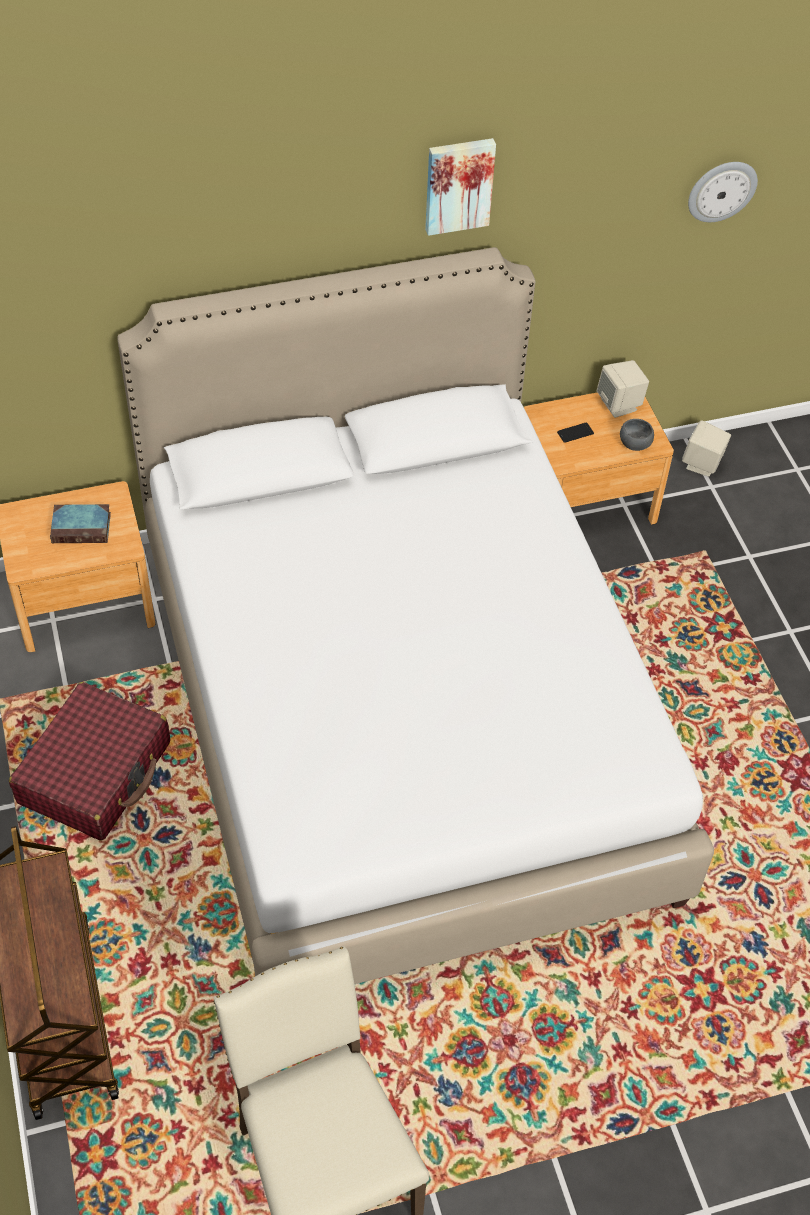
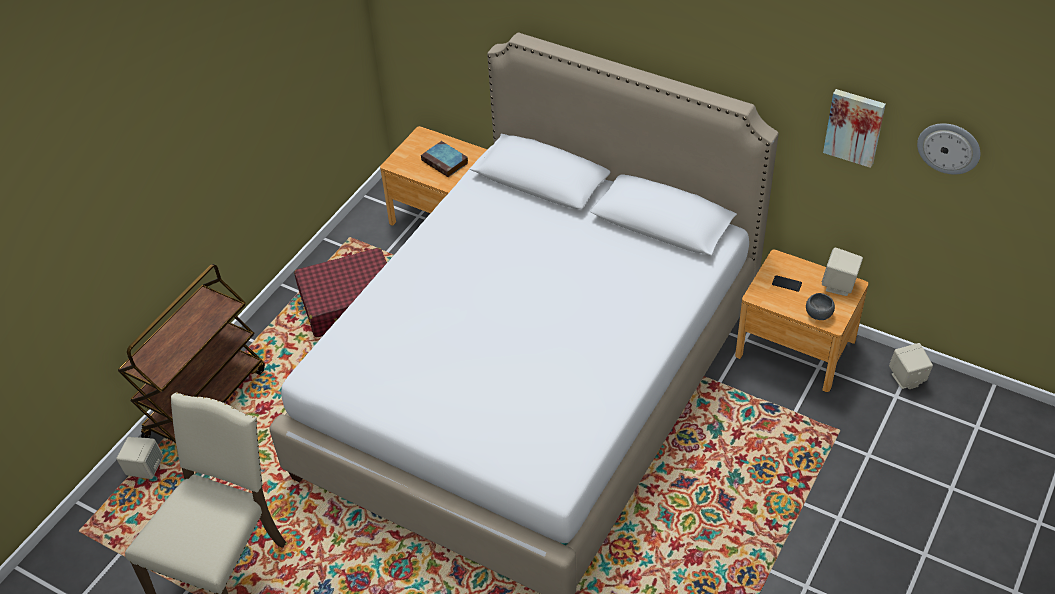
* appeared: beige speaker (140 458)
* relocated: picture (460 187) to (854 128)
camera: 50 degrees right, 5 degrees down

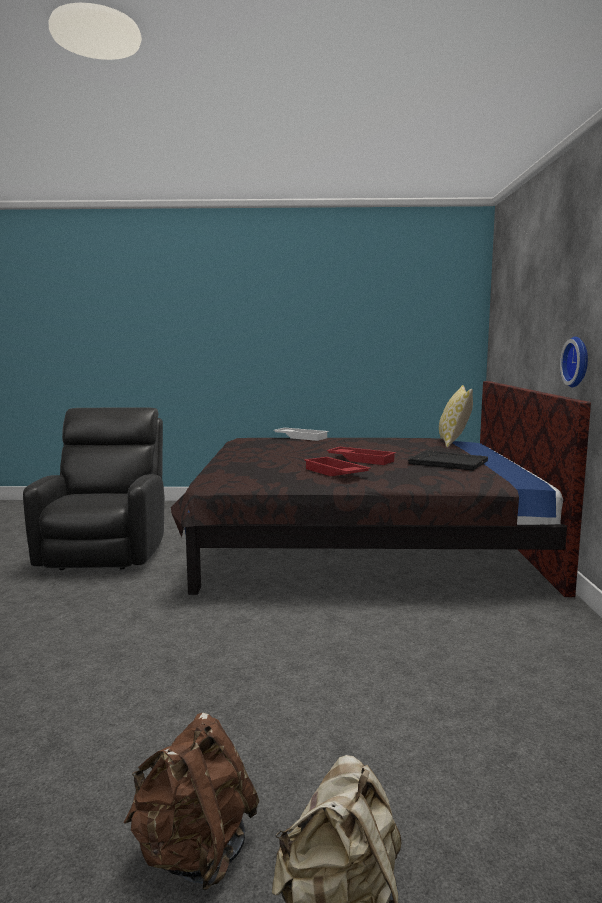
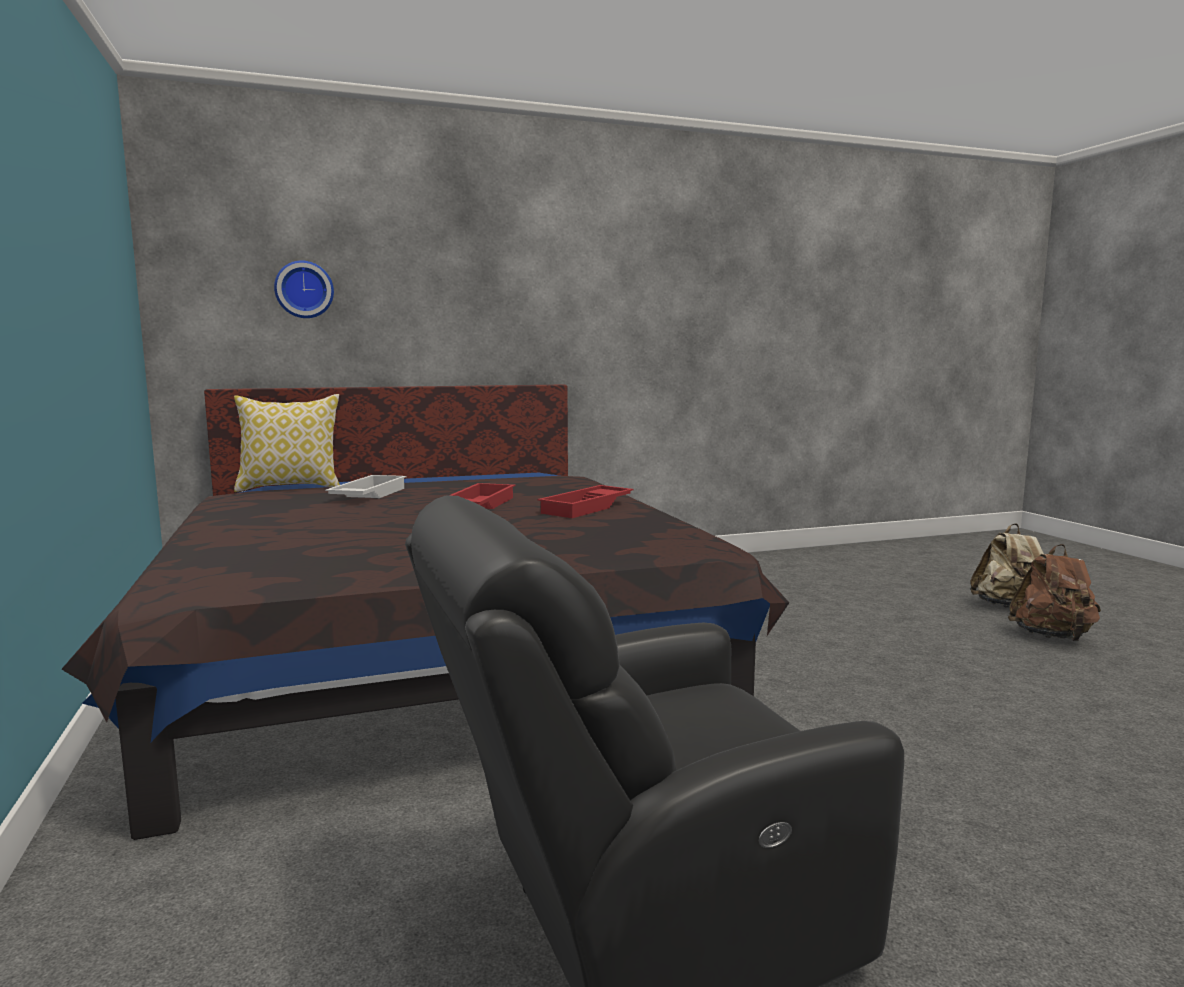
* relocated: wall clock (574 362) to (304 289)
* relocated: white tray (301 434) to (365 486)
* missing: black tray (448 460)
camera: 110 degrees left, 0 degrees up

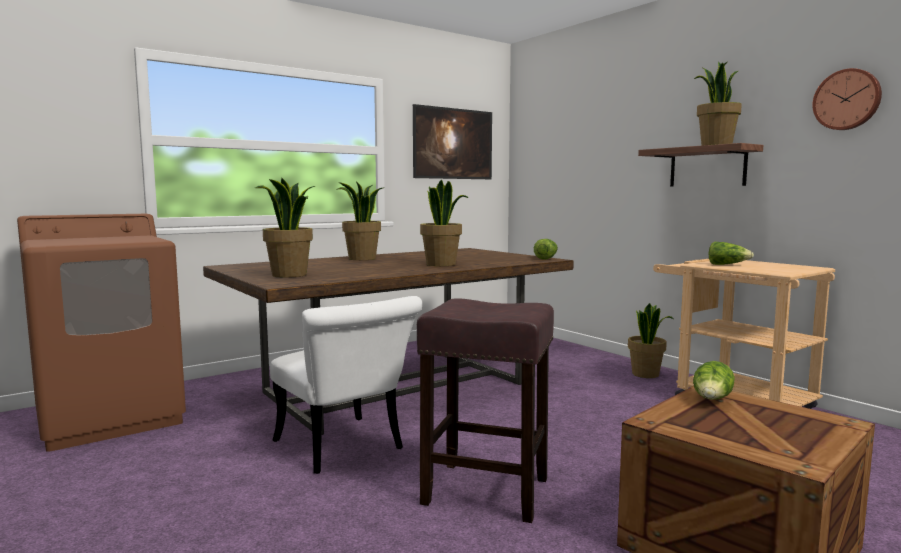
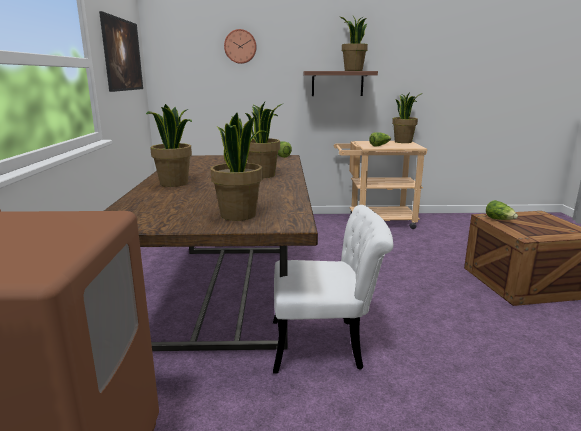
* relocated: wall clock (847 99) to (240 46)
* relocated: potted plant (651 340) to (407 117)
* missing: brown stool (485 410)
camera: 55 degrees left, 10 degrees up

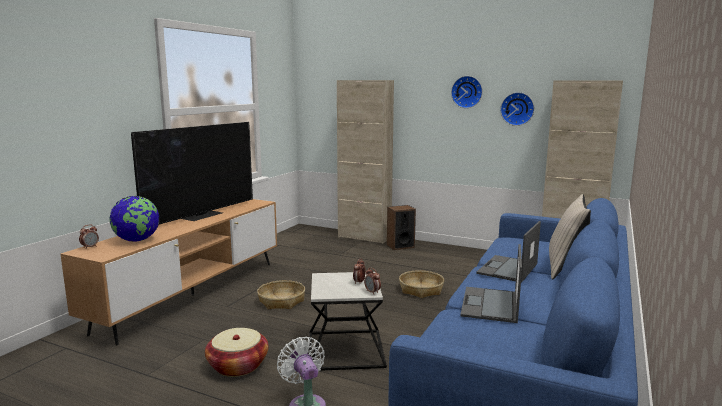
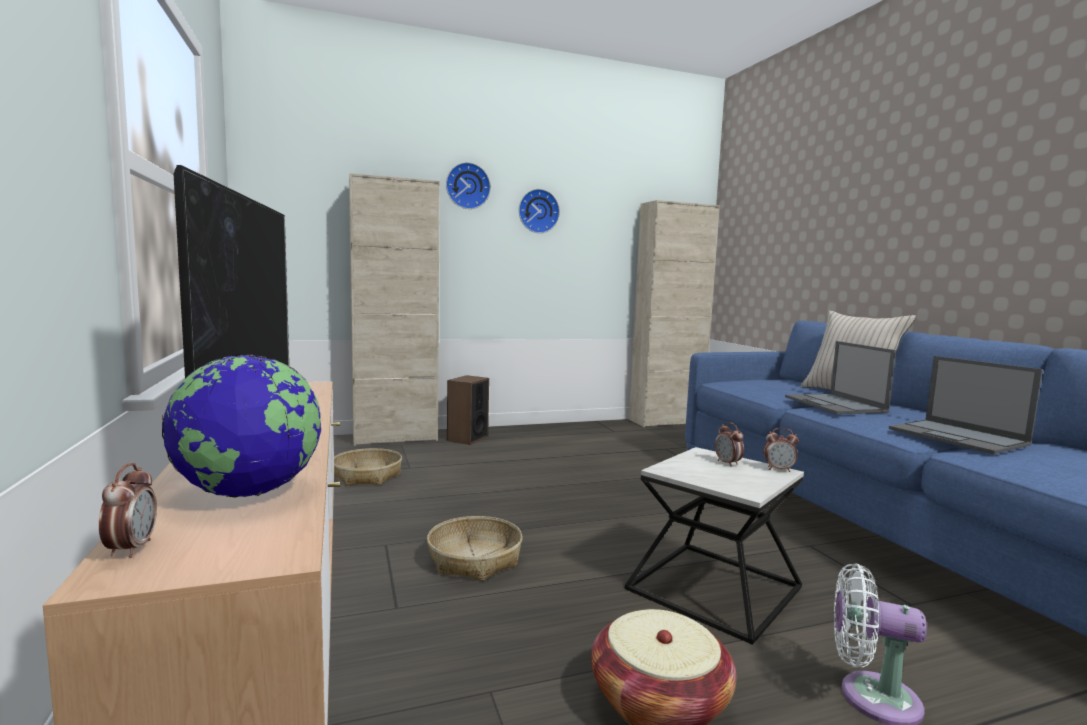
* relocated: basket (421 284) to (368 467)
* relocated: wall clock (517 109) to (468 185)
camera: 45 degrees left, 5 degrees down

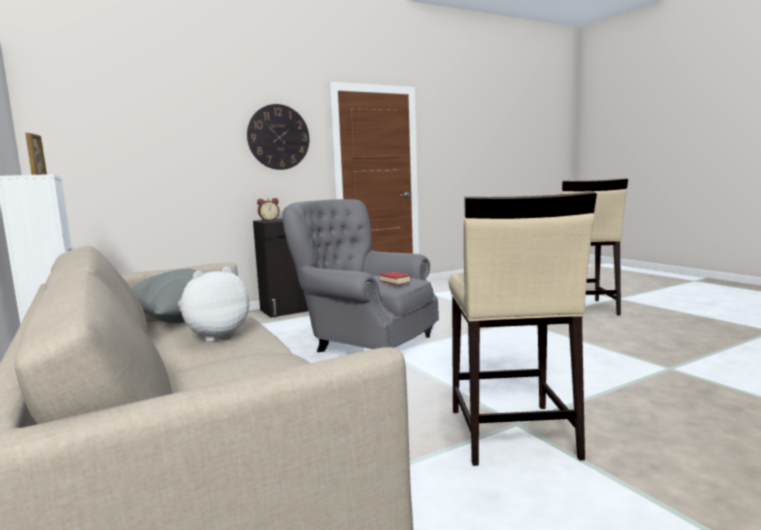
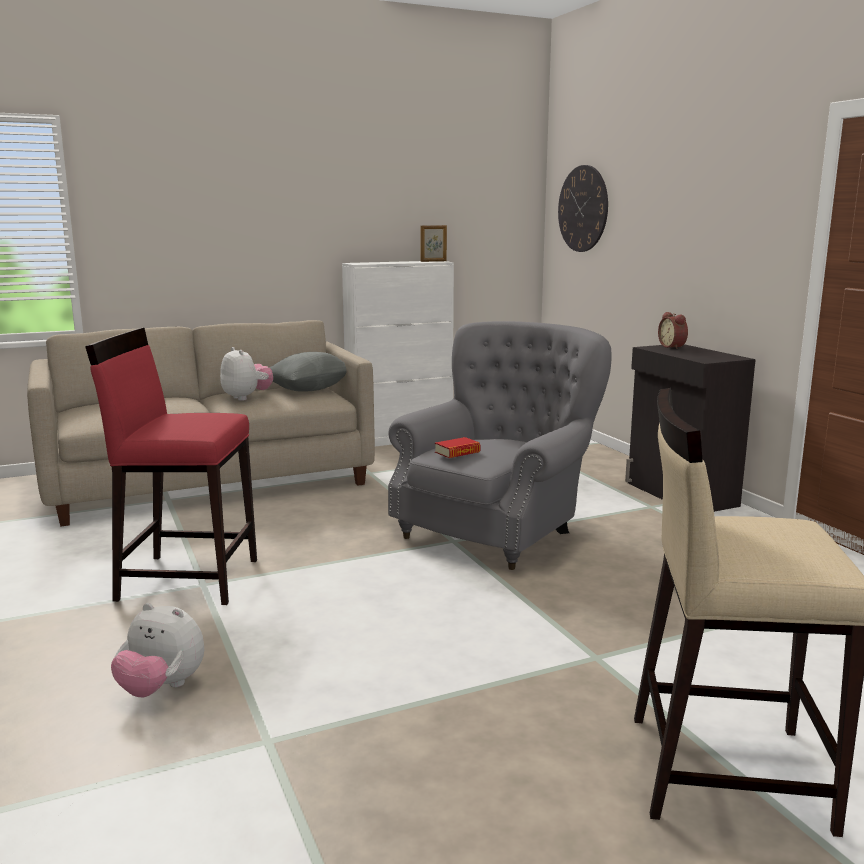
* colour: beige stool (523 329) to red stool (171 466)
* appeared: plush toy (157 650)
* relocated: wall clock (278 137) to (583 208)
camera: 95 degrees right, 5 degrees up

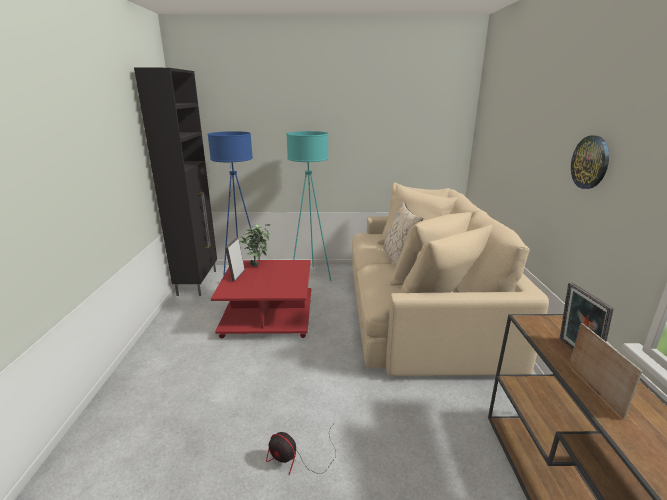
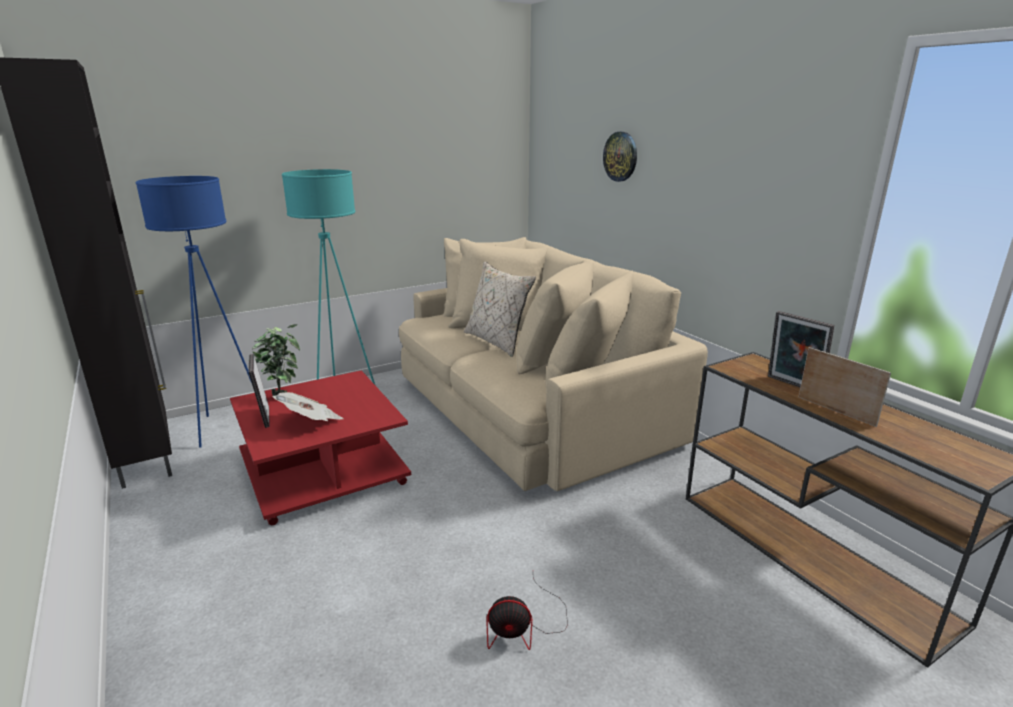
* appeared: newspaper (308 406)
* relocated: wall clock (590 162) to (620 157)
camera: 30 degrees left, 0 degrees up

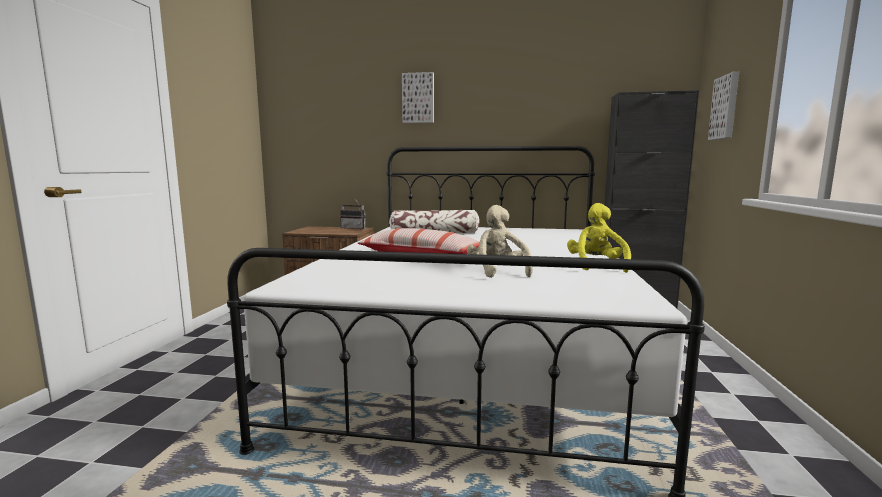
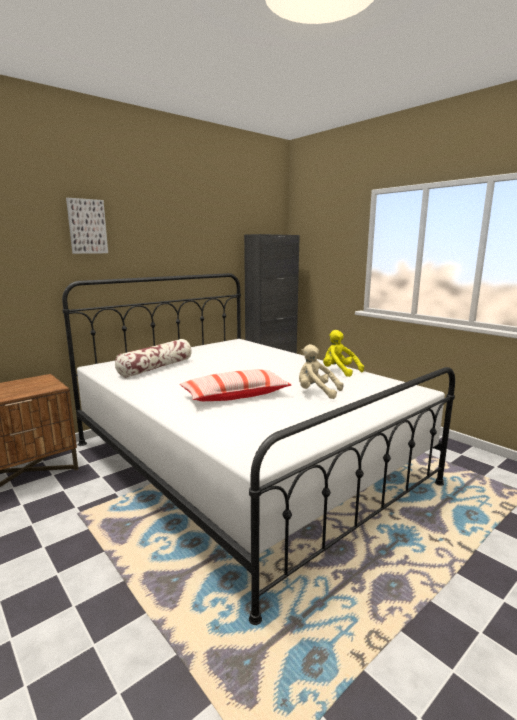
* missing: radio (353 213)
* missing: picture (723 106)
camera: 50 degrees left, 5 degrees up

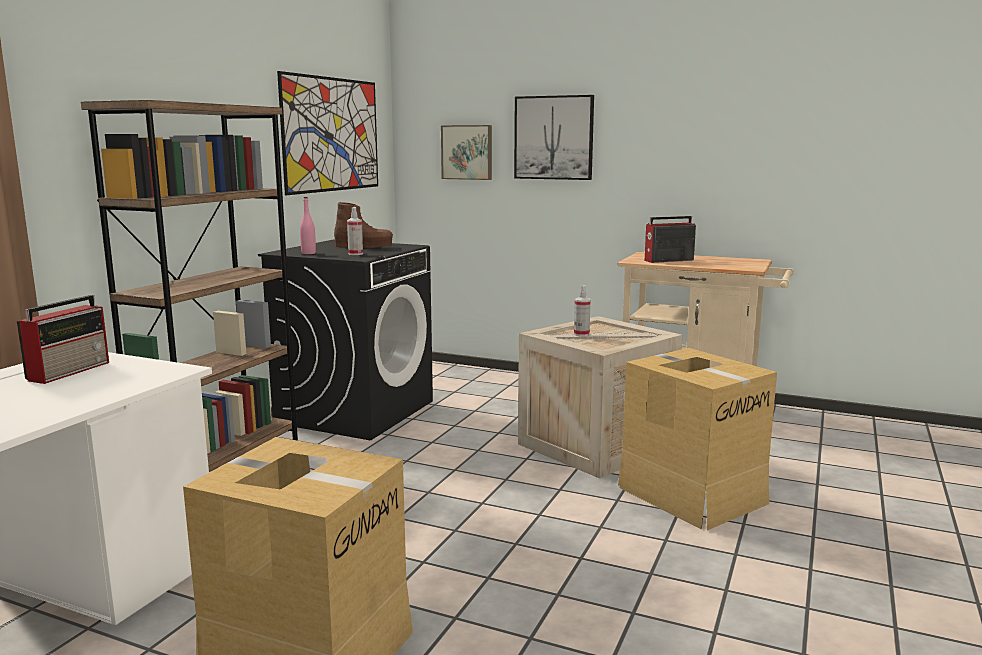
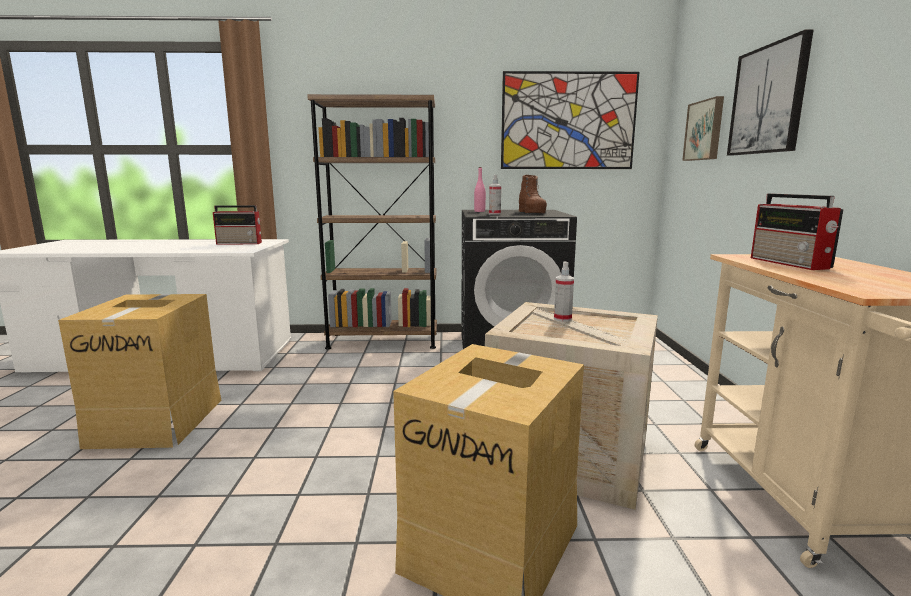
* spun: radio (670 239) = (797 231) 150 degrees counterclockwise
camera: 65 degrees right, 0 degrees up

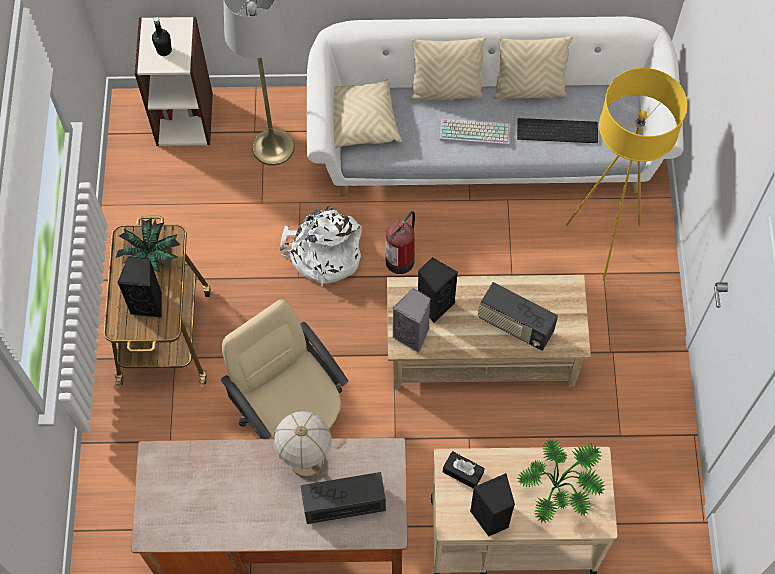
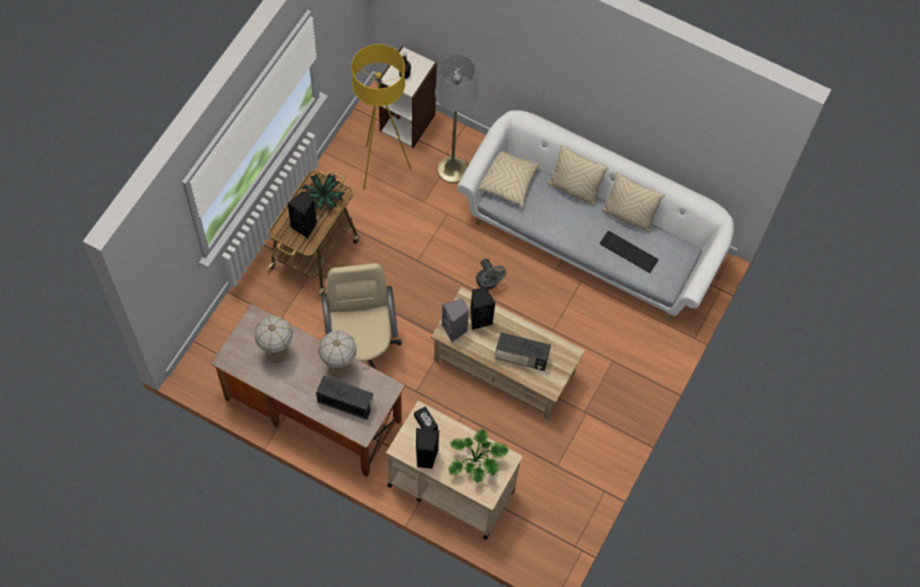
* appeared: table lamp (274 339)
* relocated: yellow floor lamp (626 174) to (381 116)
* exchanged: fire extinguisher (400 242) to grey fan (491 274)
* spun: radio (518 316) = (522 351) 45 degrees counterclockwise
* missing: white backpack (321 246)
* missing: keyboard (475 132)
camera: 25 degrees right, 0 degrees up

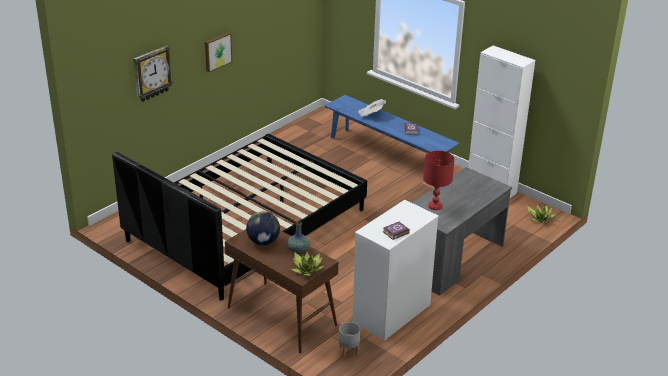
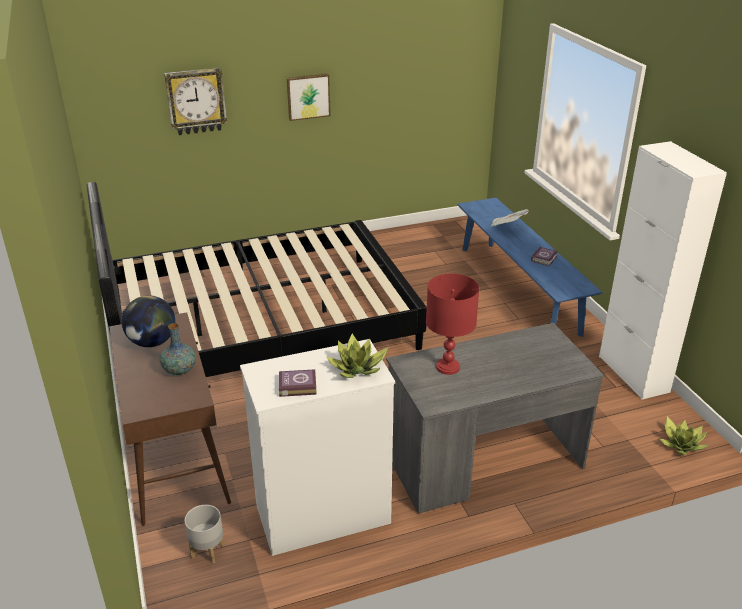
* relocated: potted plant (308 264) to (357 355)
camera: 30 degrees right, 0 degrees up

